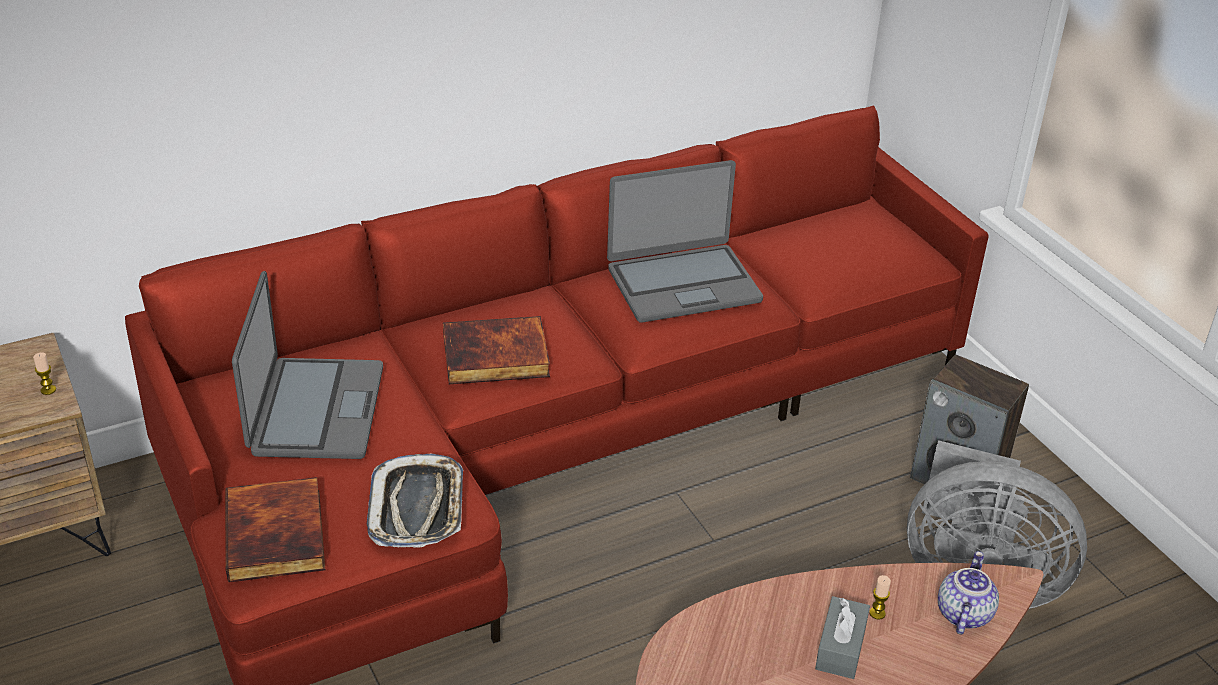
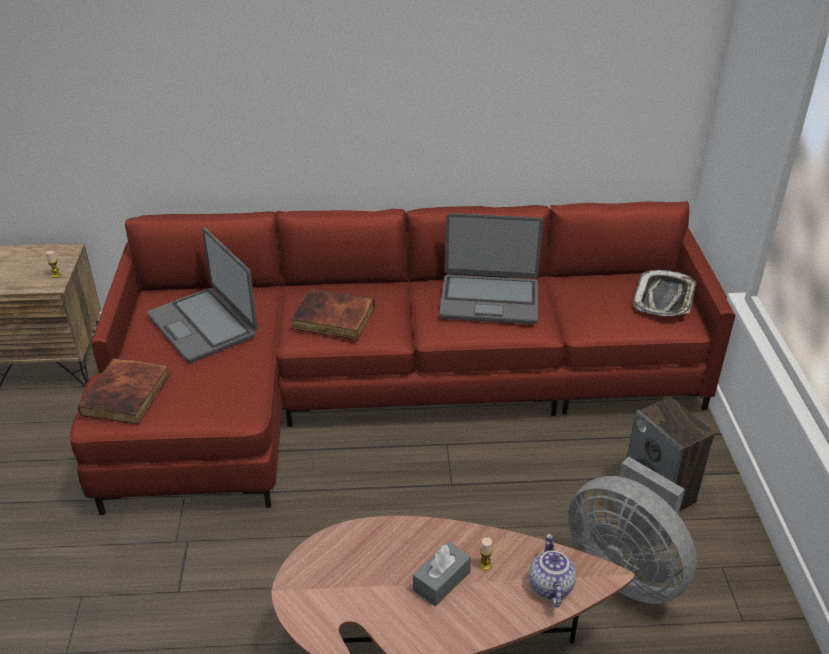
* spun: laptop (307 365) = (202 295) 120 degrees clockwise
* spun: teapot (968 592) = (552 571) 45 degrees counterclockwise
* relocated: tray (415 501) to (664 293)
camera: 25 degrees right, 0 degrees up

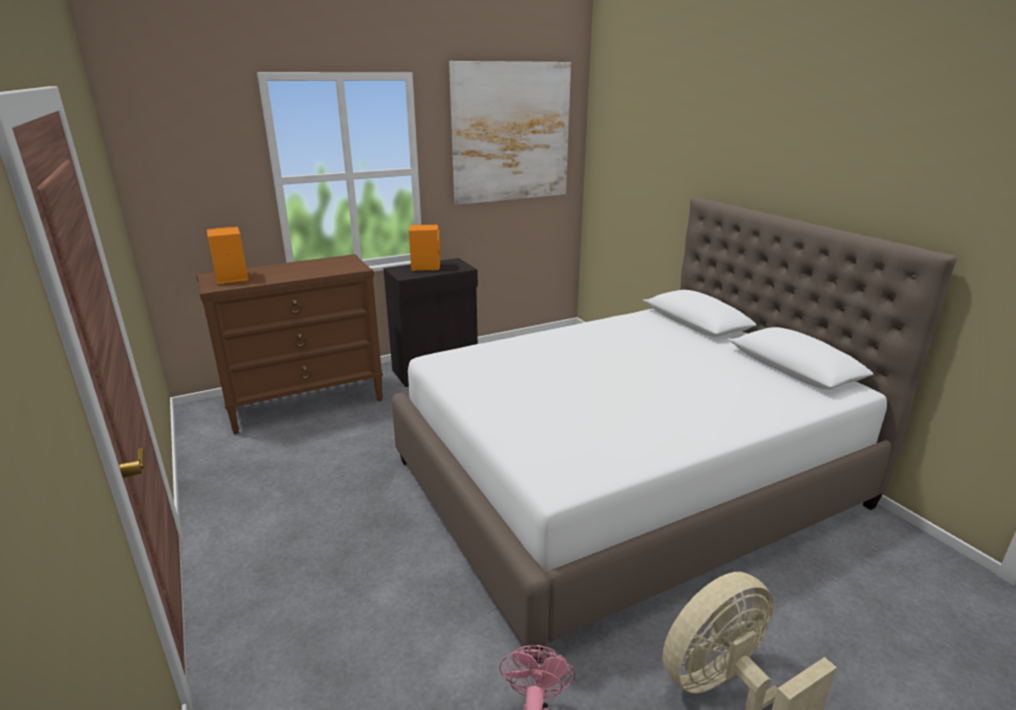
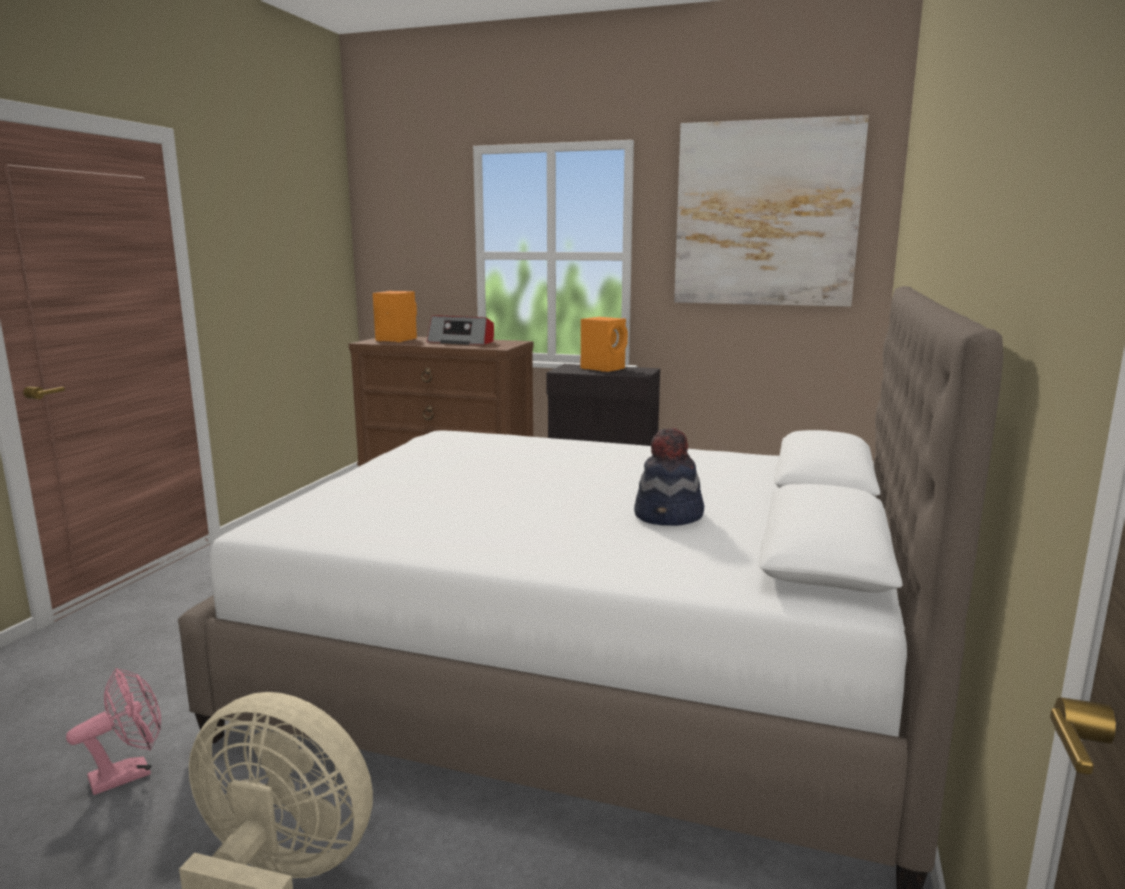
* appeared: radio (460 330)
* appeared: hat (669 477)
camera: 45 degrees right, 10 degrees down

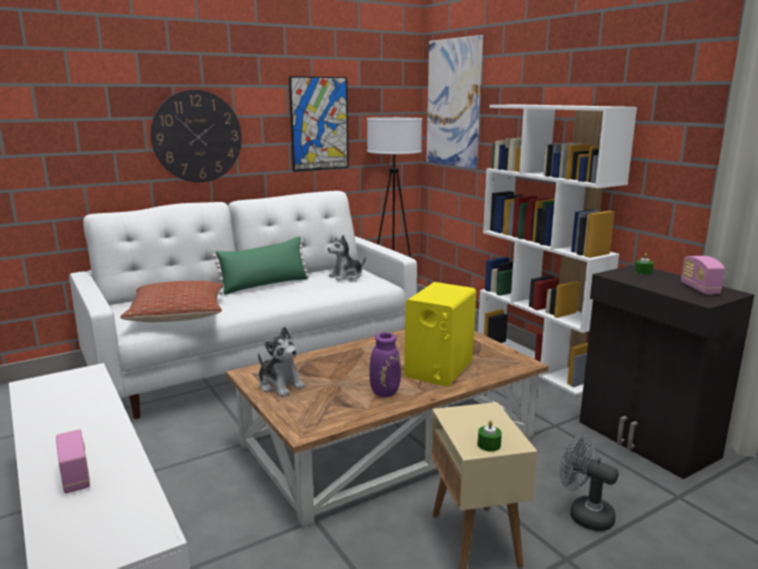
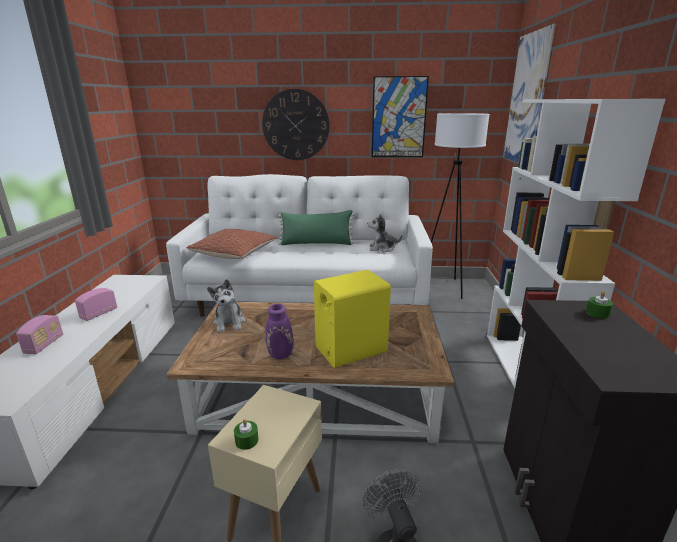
* relocated: radio (703 275) to (96 304)
camera: 35 degrees right, 5 degrees up

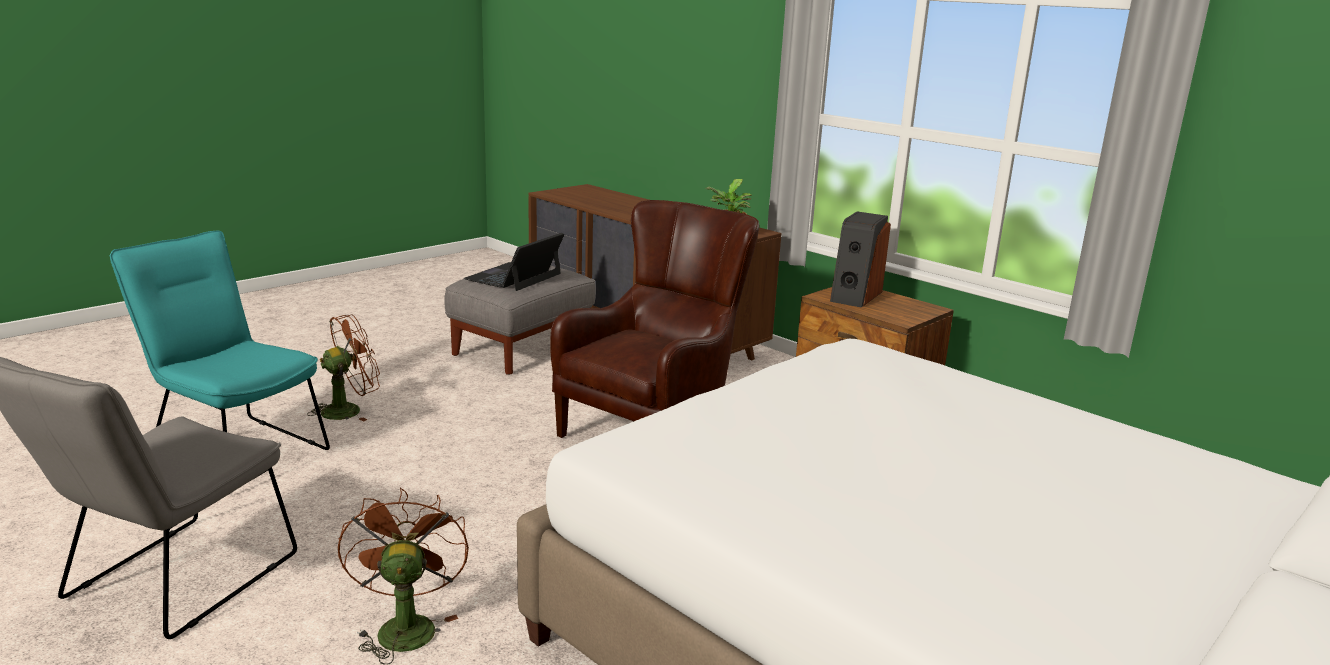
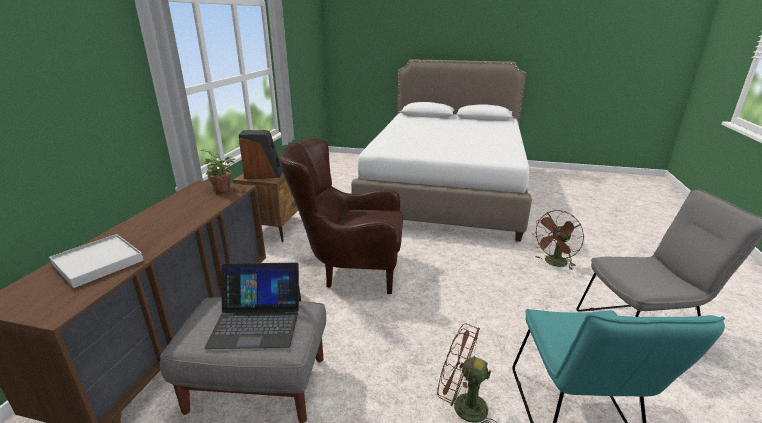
* appeared: white tray (96 261)
camera: 120 degrees left, 5 degrees up

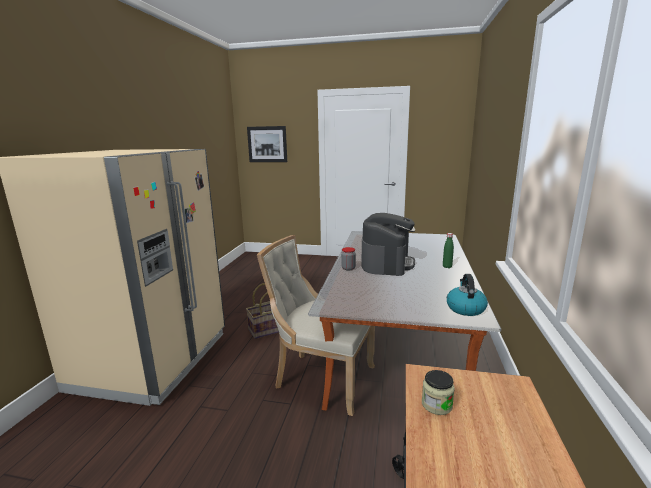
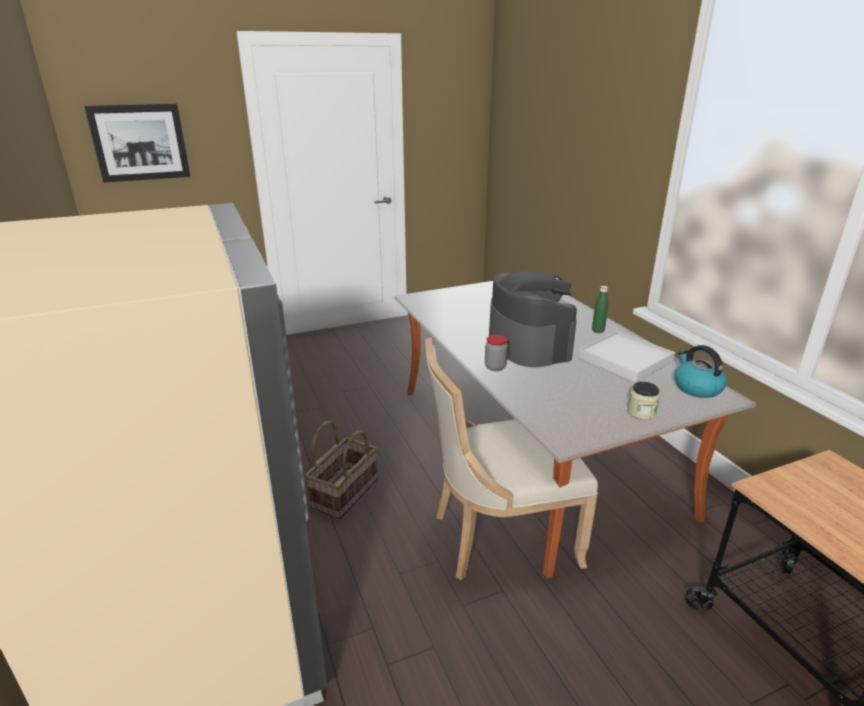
* appeared: white tray (626 357)
* relocated: jar (438 392) to (643 401)
camera: 35 degrees left, 10 degrees up

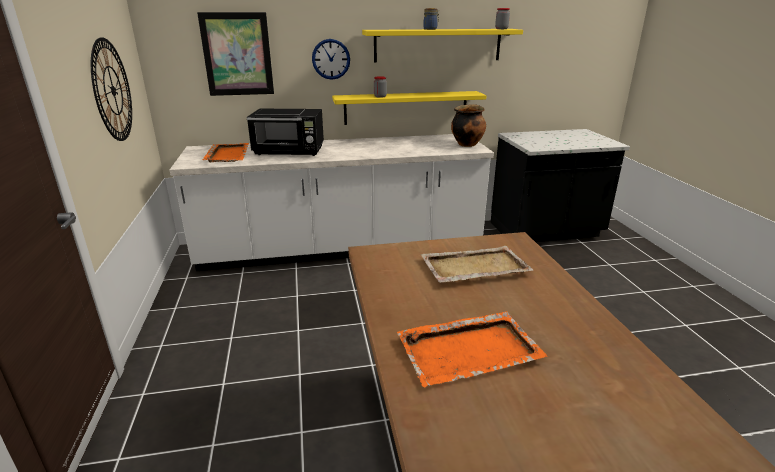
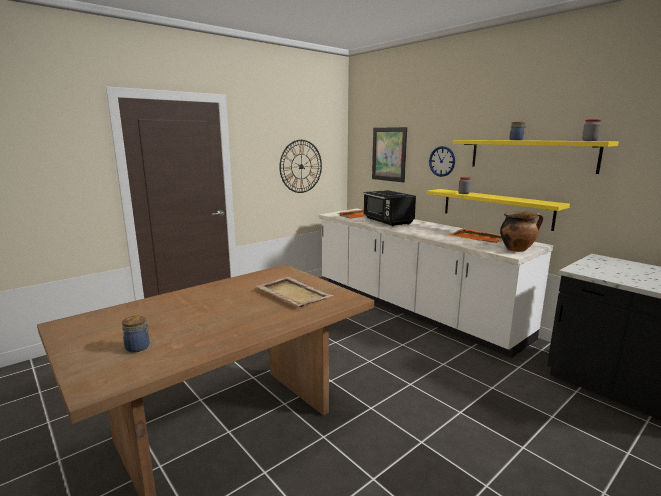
* appeared: jar (136 334)
* relocated: orange tray (472 349) to (475 236)
camera: 60 degrees right, 10 degrees down

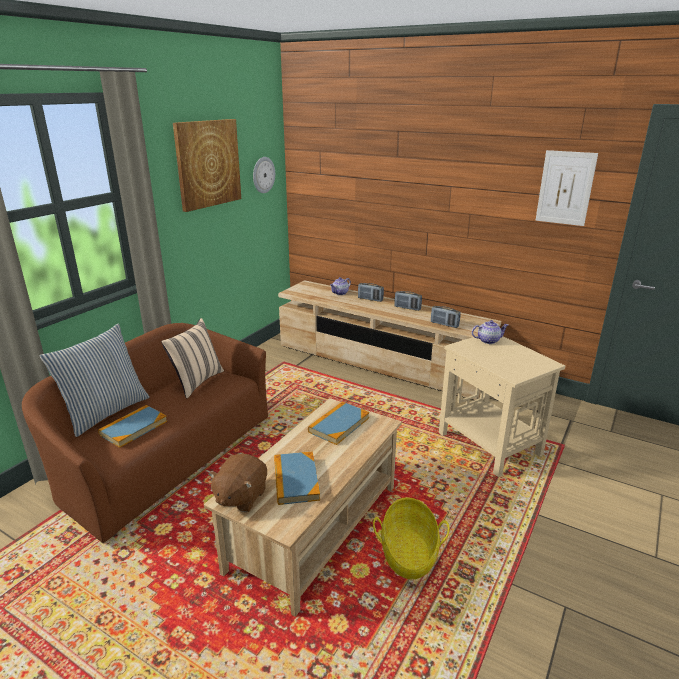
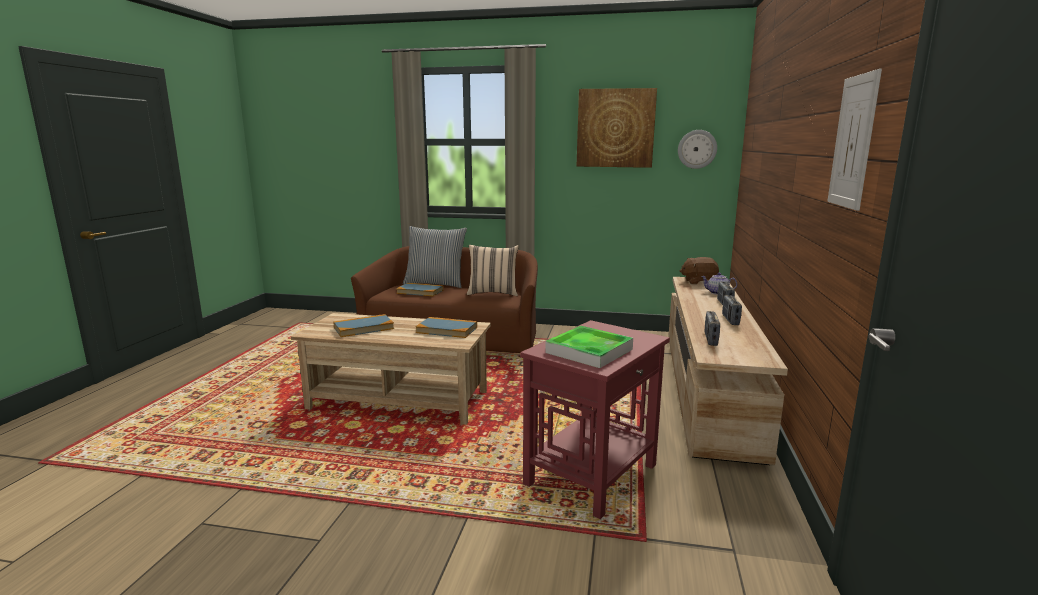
* colour: beige side table (502 406) to red side table (595 419)
* appeared: tray (589 347)
* relocated: brown plush toy (237 483) to (699 270)
* missing: basket (411 538)
* missing: teapot (490 332)
camera: 70 degrees right, 10 degrees down

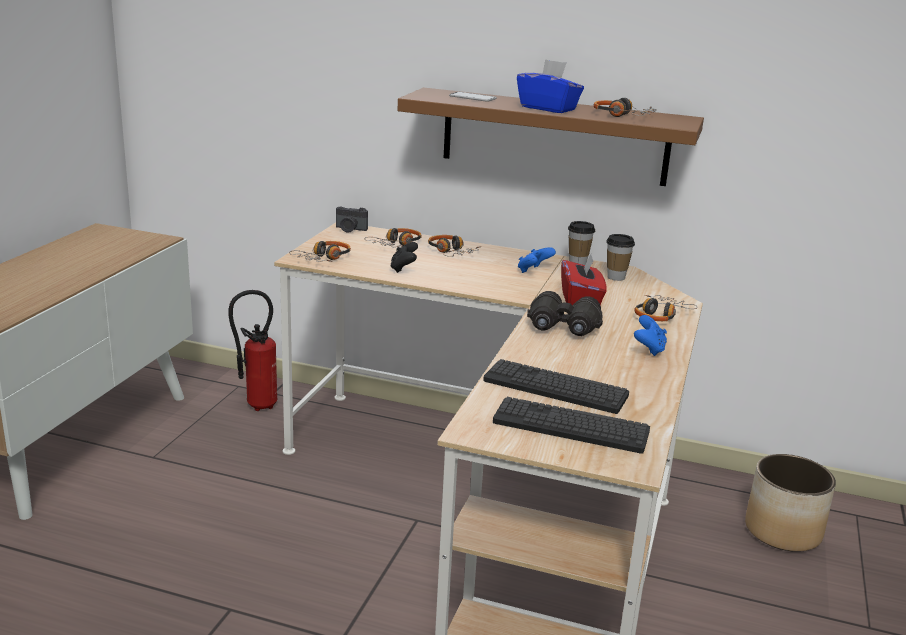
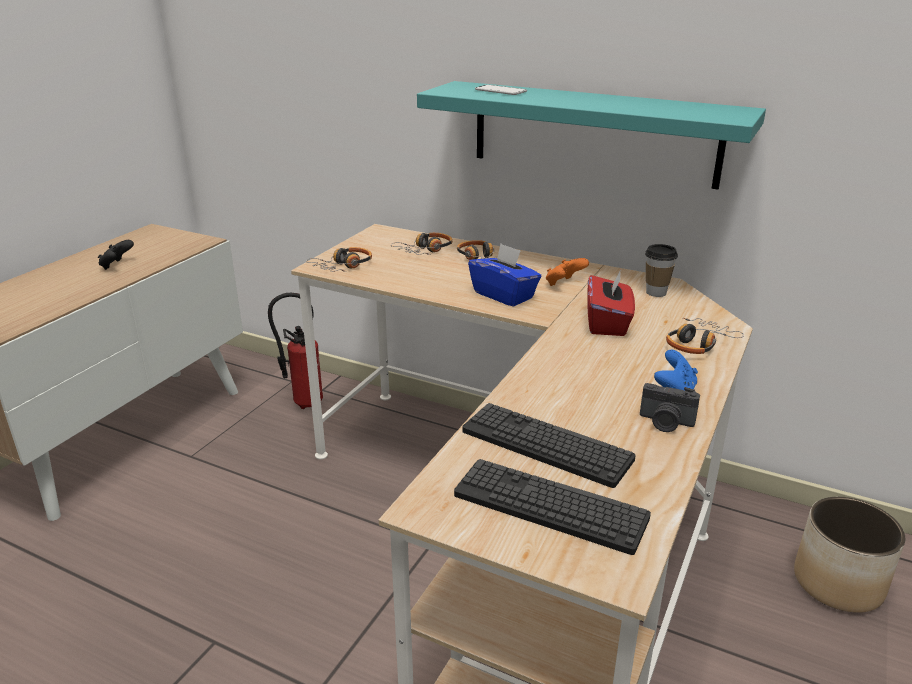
* relocated: black game controller (404 257) to (116 255)
* colour: brown shelf (551 136) to turquoise shelf (591 135)
* relocated: blue tissue box (550 86) to (504 275)
* colour: blue game controller (537 260) to orange game controller (567 272)
* relocated: photo camera (352 220) to (670 407)
* missing: black binoculars (565 313)
* missing: cup (581 243)
* missing: headphones (625 107)
camera: 10 degrees right, 5 degrees up

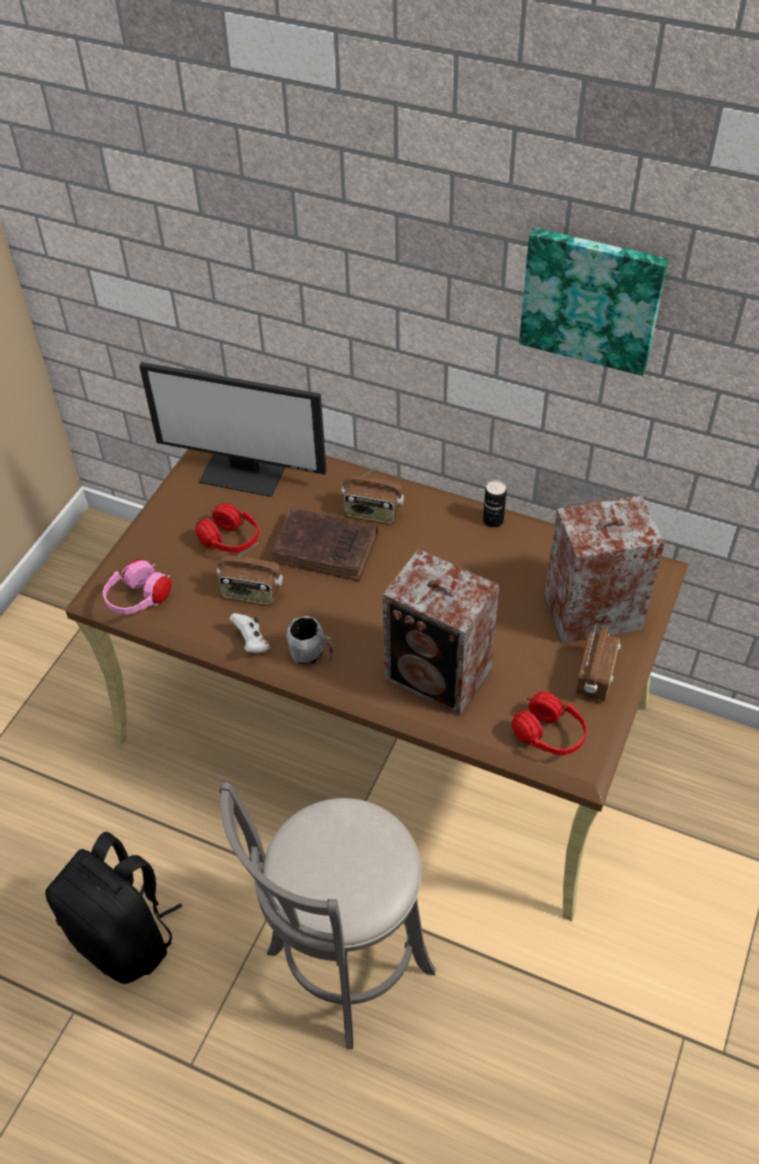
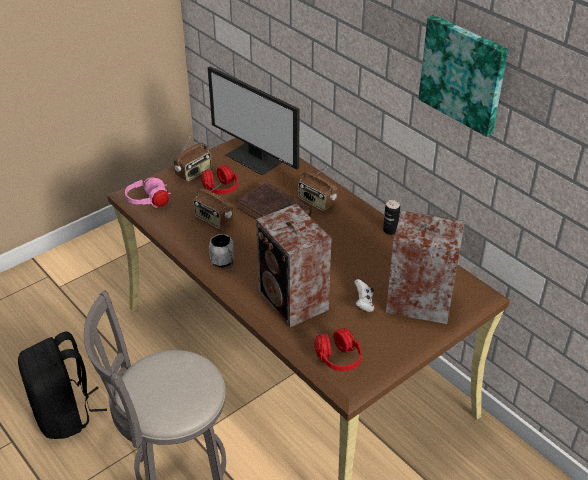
* relocated: radio (598 662) to (193 158)
* relocated: white game controller (249 633) to (364 295)
camera: 25 degrees right, 10 degrees down

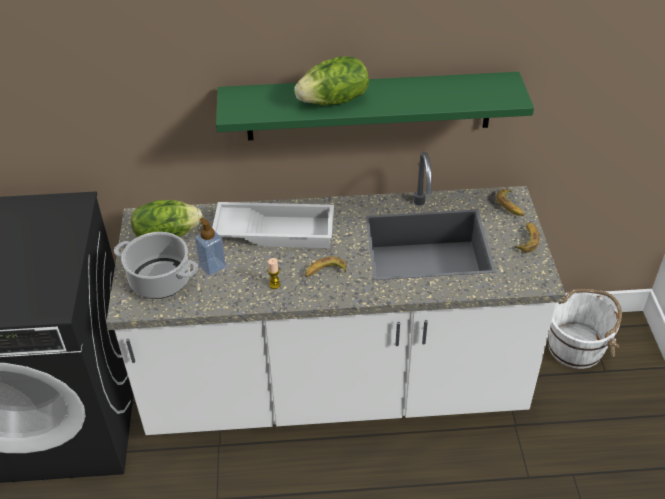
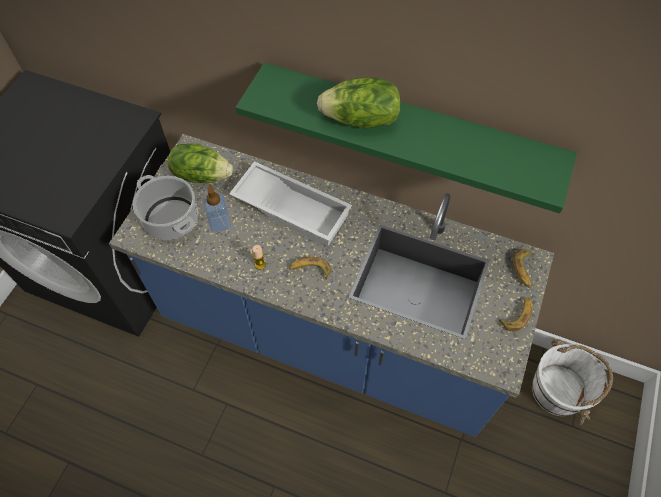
* colour: white counter (336 293) to blue counter (331 285)
camera: 25 degrees right, 15 degrees up

